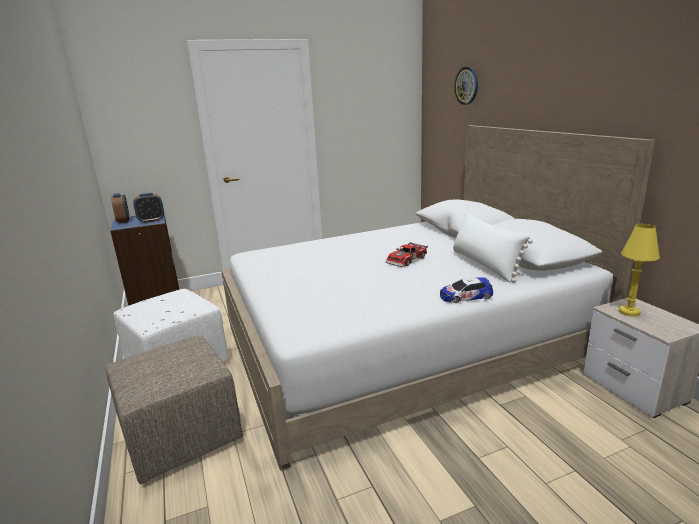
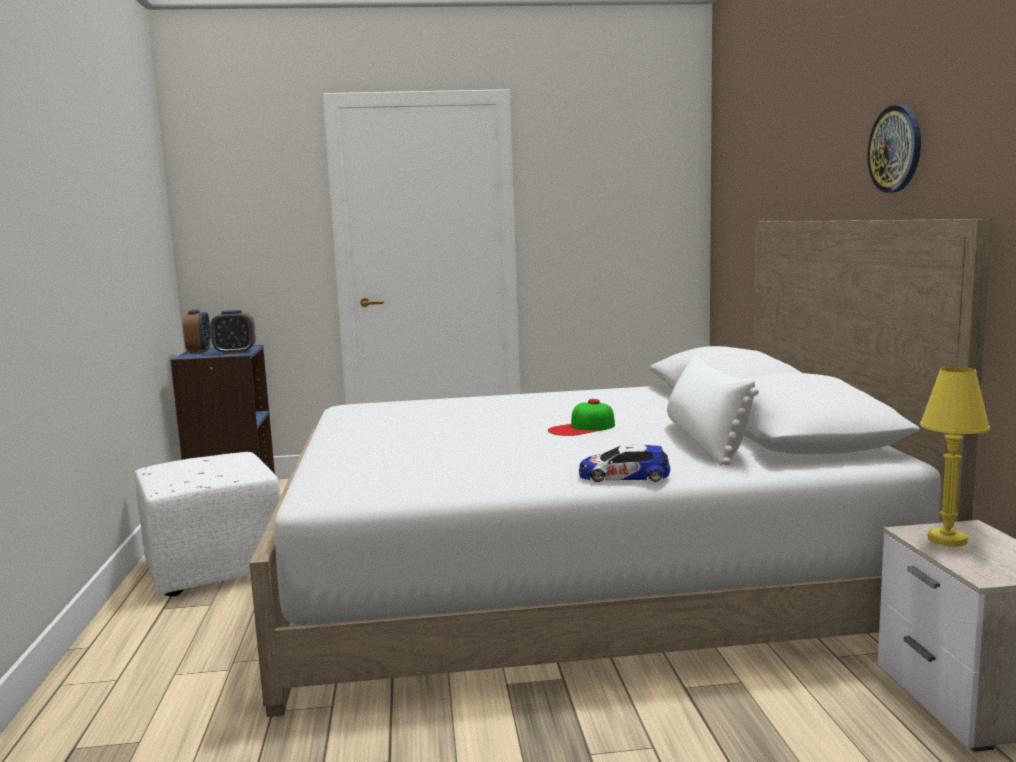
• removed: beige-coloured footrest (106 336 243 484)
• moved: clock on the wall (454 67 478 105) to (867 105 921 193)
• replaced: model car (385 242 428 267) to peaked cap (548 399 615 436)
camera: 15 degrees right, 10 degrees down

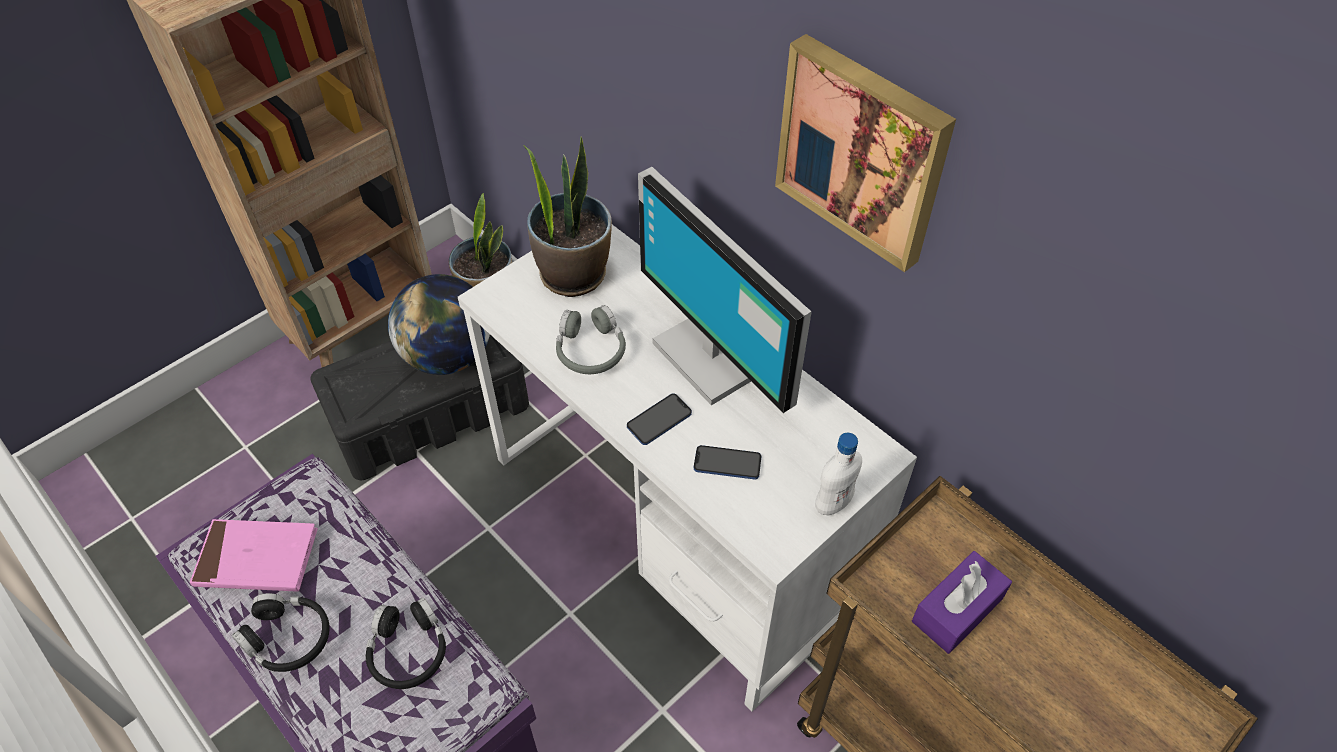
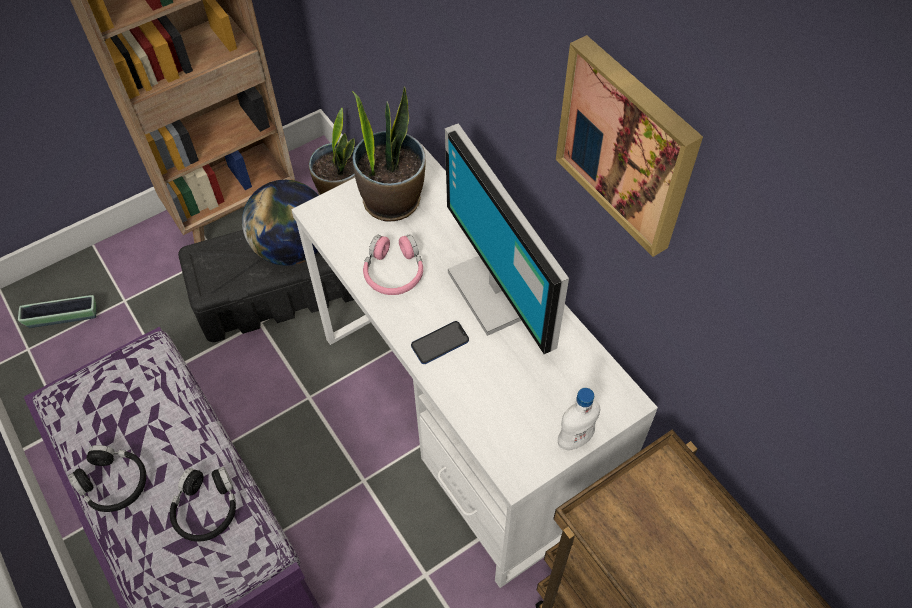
• removed: pinkish volume (190 519 318 592)
• removed: phone (694 445 762 480)
• removed: purple-coloured box of tissues (912 551 1012 654)
• added: planter (18 295 97 328)
• recoloured: grey pair of headphones (556 305 626 374) to pinkish pair of headphones (363 234 423 295)
camera: 10 degrees right, 5 degrees up

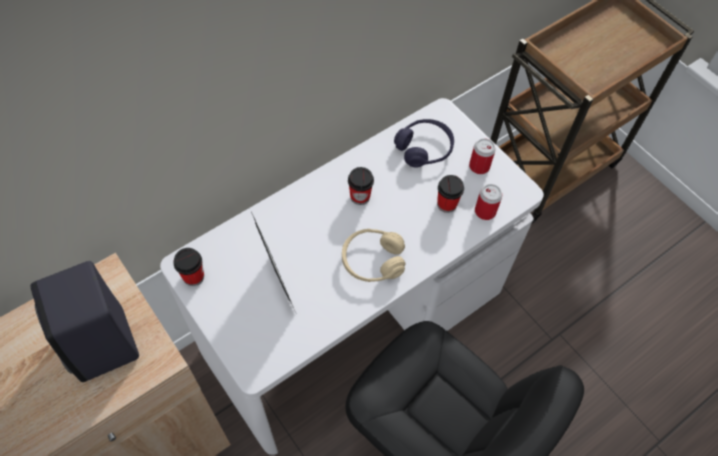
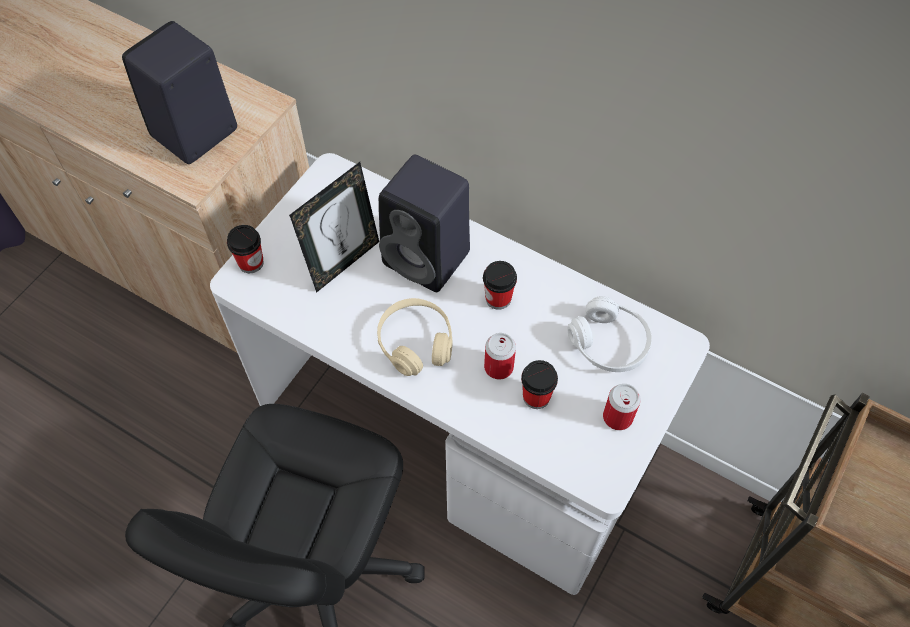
• added: blackish loudspeaker (379 155 470 292)
• moved: drinking cup (173 248 204 286) to (227 225 264 273)
• moved: sealed can (475 184 502 220) to (484 333 516 379)
• recoloured: purple-coloured pair of headphones (394 119 454 168) to white-coloured pair of headphones (567 296 652 372)
camera: 70 degrees right, 0 degrees up

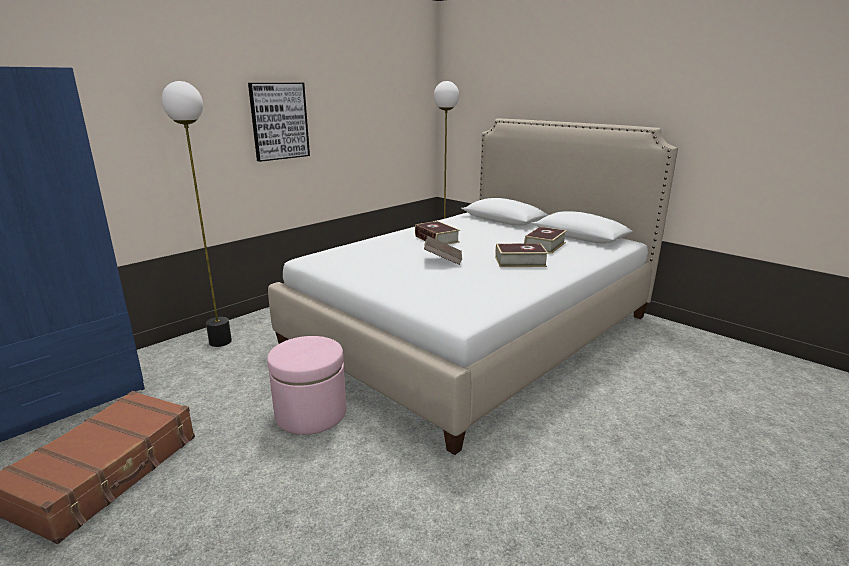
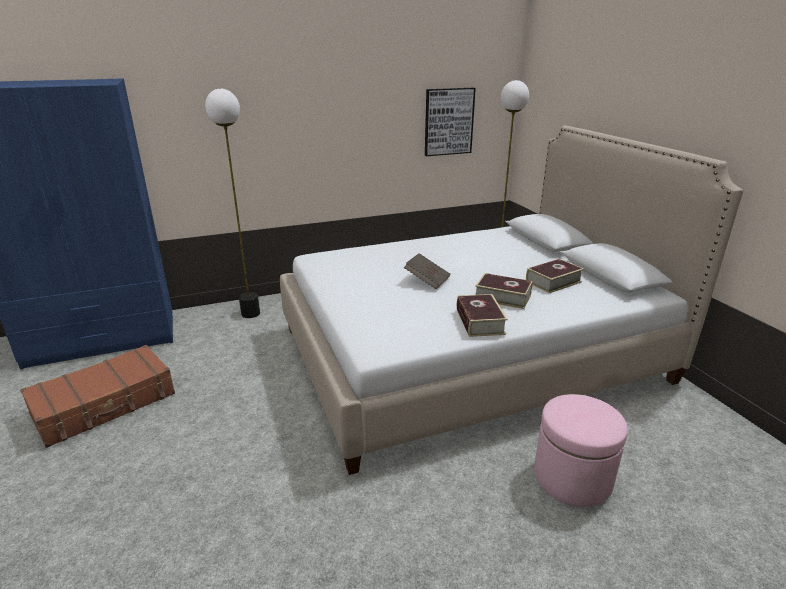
• moved: wall art (248 83 310 162) to (425 88 476 156)
• moved: pinkish footrest (267 336 346 435) to (534 394 628 507)
• moved: volume (415 221 460 245) to (457 294 508 337)
camera: 25 degrees right, 5 degrees up

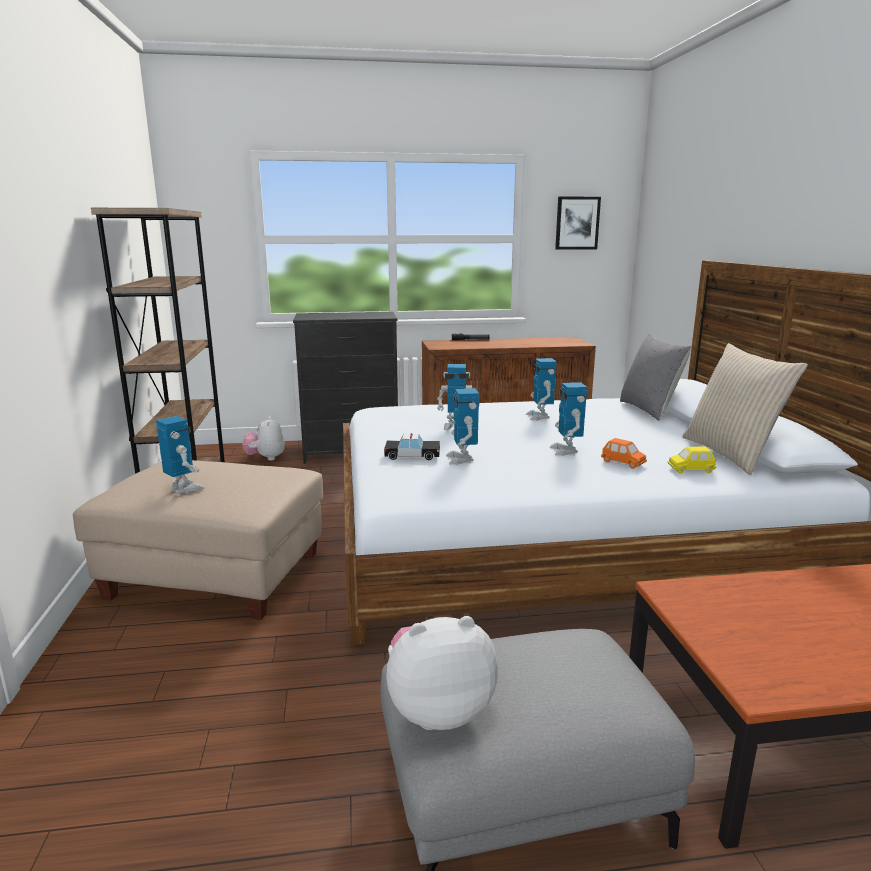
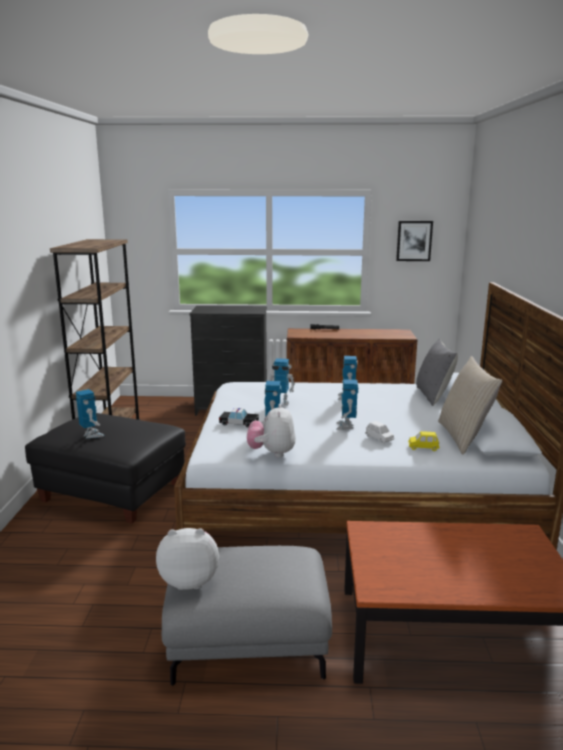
• moved: soft toy (242 416 285 461) to (247 404 296 457)
• recoloured: beige-coloured footrest (73 460 323 620) to blackish footrest (25 413 186 524)
• recoloured: orange model car (601 438 647 469) to white-coloured model car (365 421 395 444)
camera: 10 degrees right, 0 degrees up

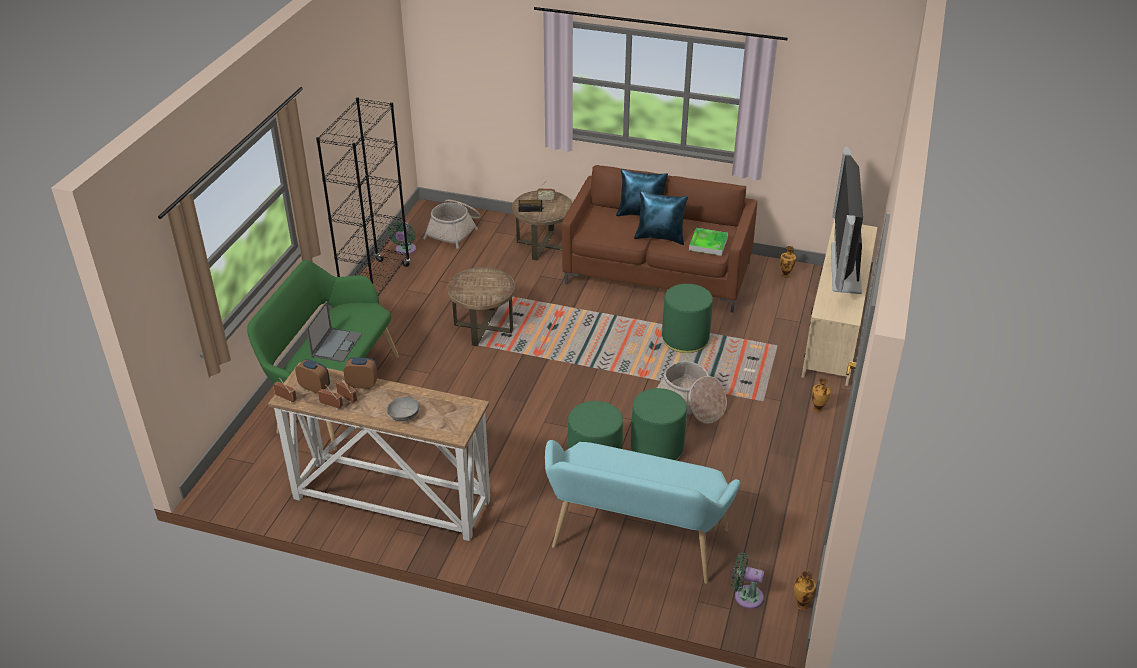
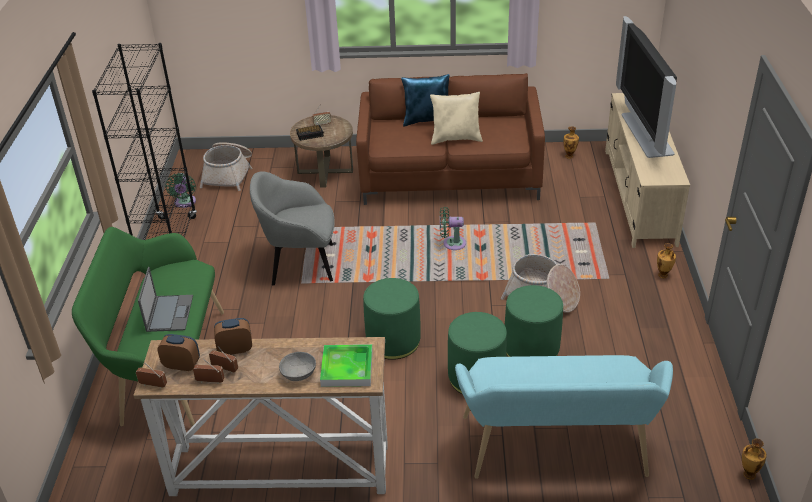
• moved: greenish footrest (662 284 713 353) to (363 278 421 360)
• moved: serving tray (689 228 728 256) to (320 344 373 387)
• moved: greenish cooling fan (731 552 764 609) to (440 207 466 250)
• replaced: brown accent table (448 267 515 346) to grey lounge chair (250 171 335 285)
• recoloured: blue-coloured throw pillow (634 190 688 245) to beige-coloured throw pillow (430 92 483 145)
camera: 15 degrees left, 0 degrees up

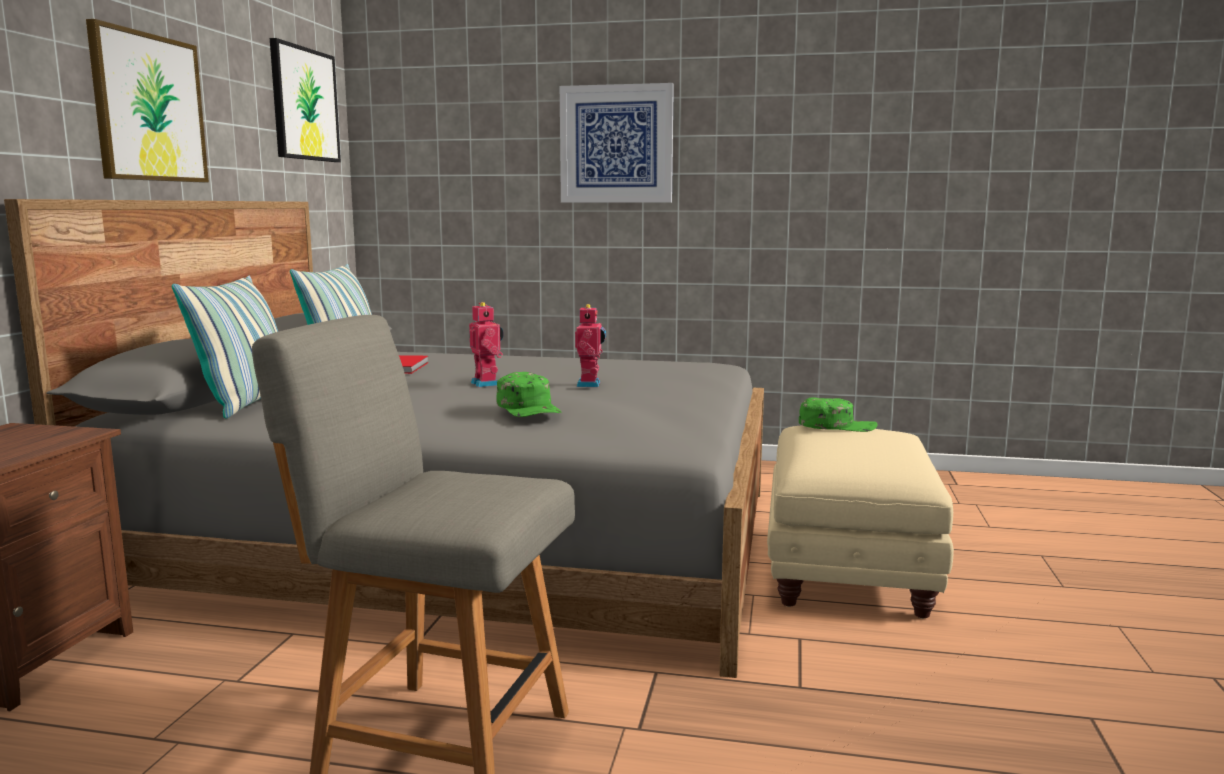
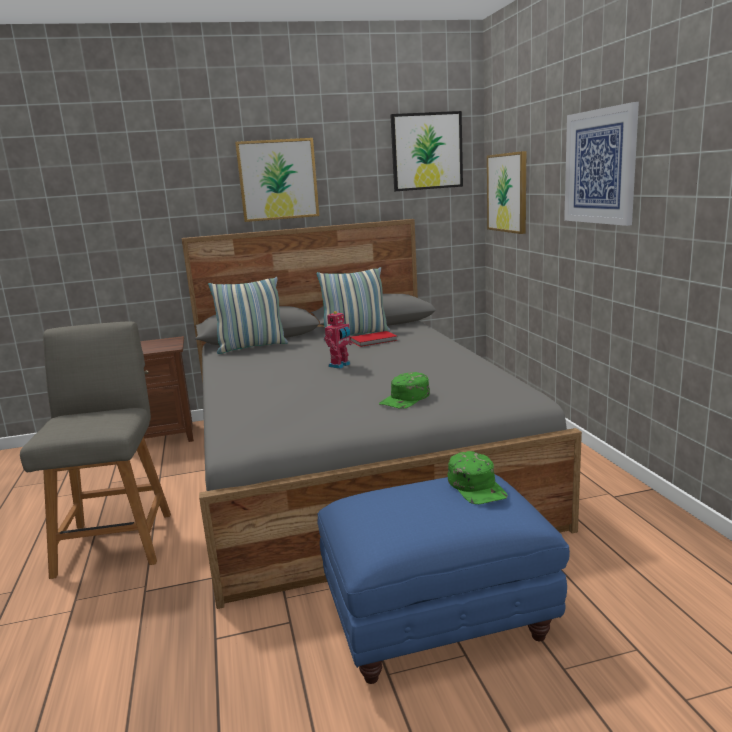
• removed: toy robot (575 304 606 387)
• added: wall art (487 151 526 234)
• moved: greenish peaked cap (496 372 562 417) to (379 372 430 409)
• recoloured: beige-coloured footrest (767 426 954 619) to blue-coloured footrest (317 474 570 684)
camera: 65 degrees right, 5 degrees up

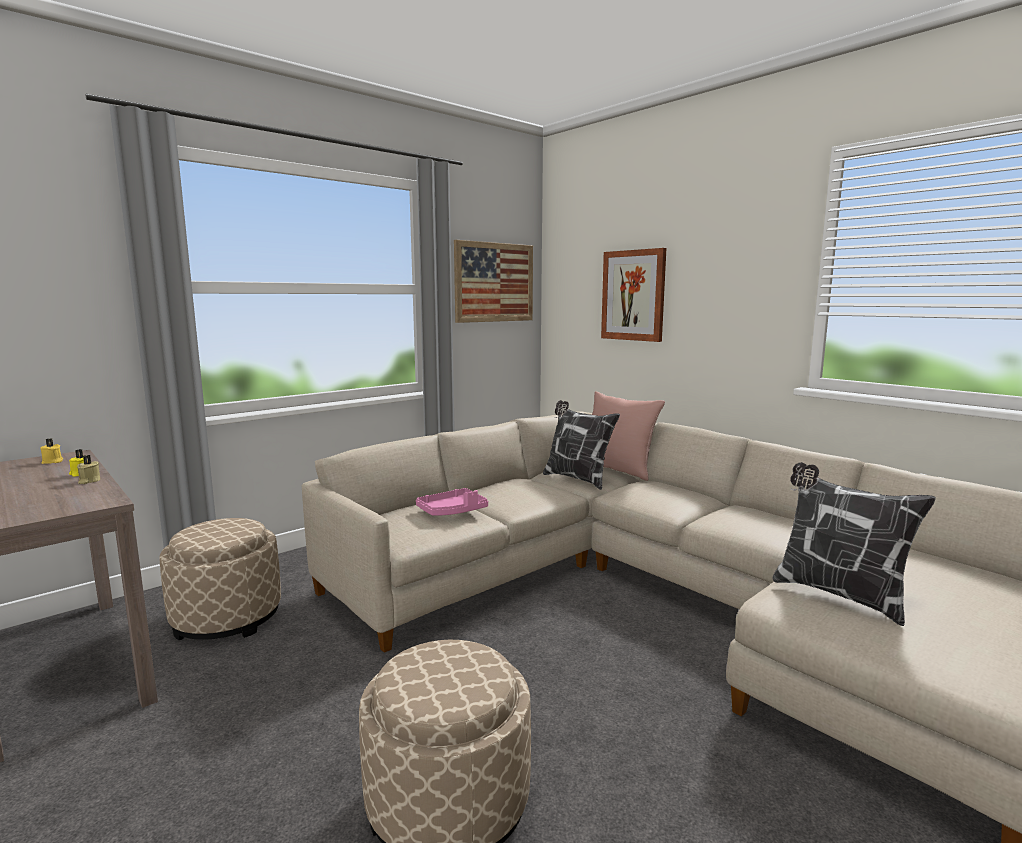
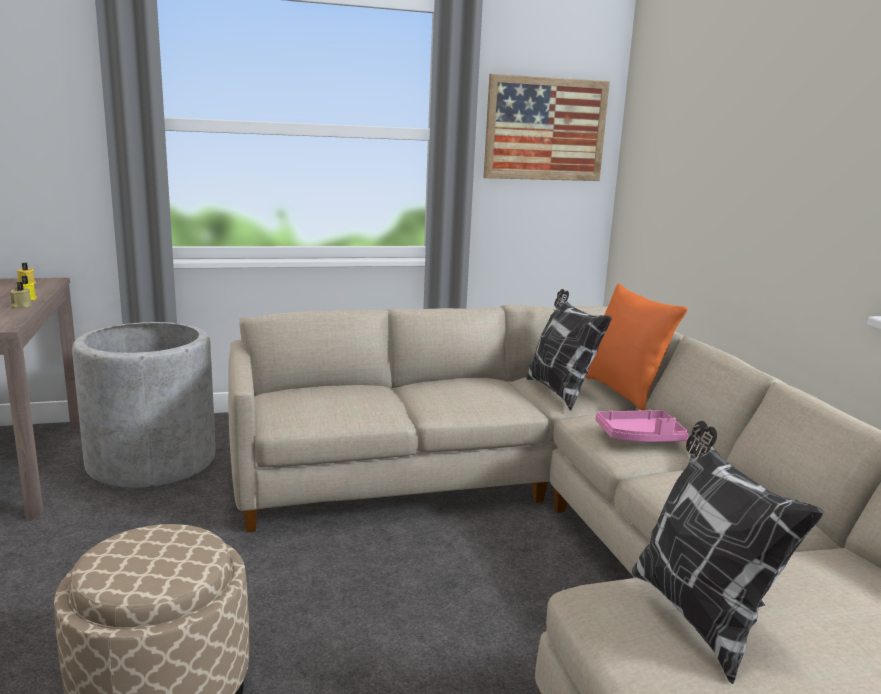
• removed: wall art (601 248 666 342)
• moved: pinkish serving tray (416 488 488 516) to (596 410 689 442)
• replaced: beige-coloured footrest (159 518 281 641) to grey planter (72 322 216 488)
• recoloured: pinkish throw pillow (592 391 665 481) to orange throw pillow (585 283 688 411)
camera: 25 degrees right, 5 degrees up

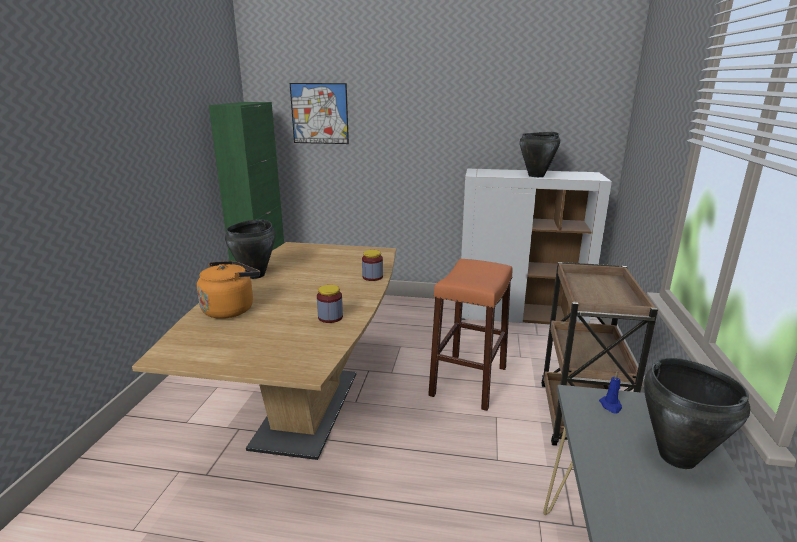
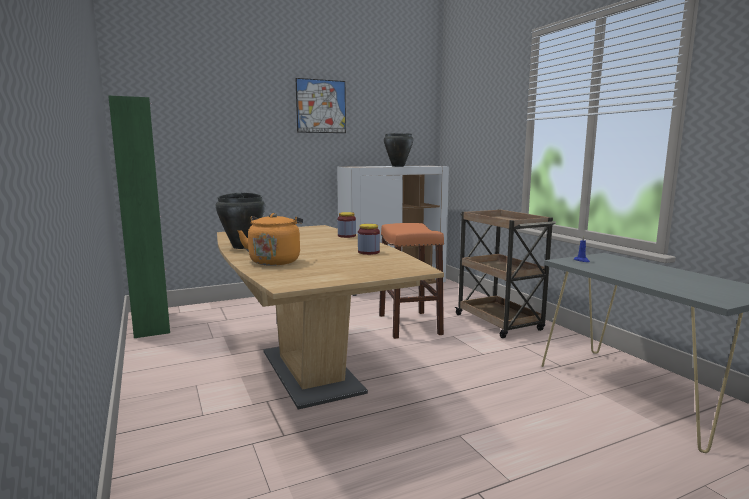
• removed: blackish stockpot (644 358 750 469)
• moved: wall art (290 83 349 144) to (295 78 346 133)
camera: 35 degrees left, 10 degrees down

